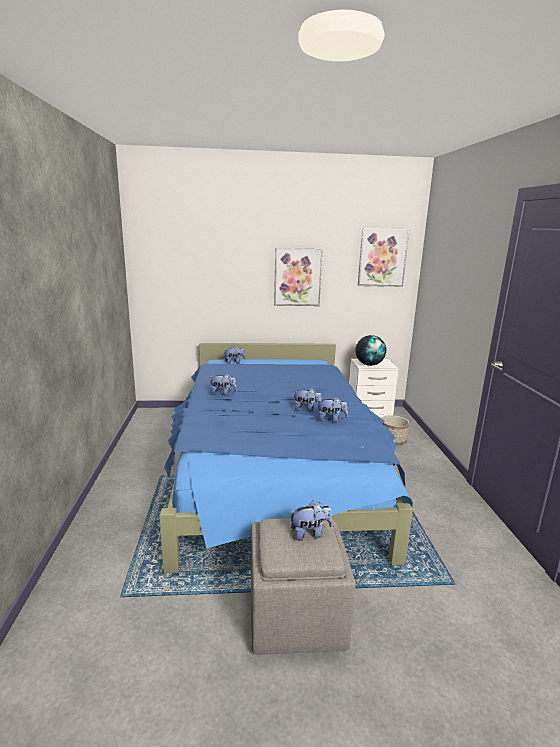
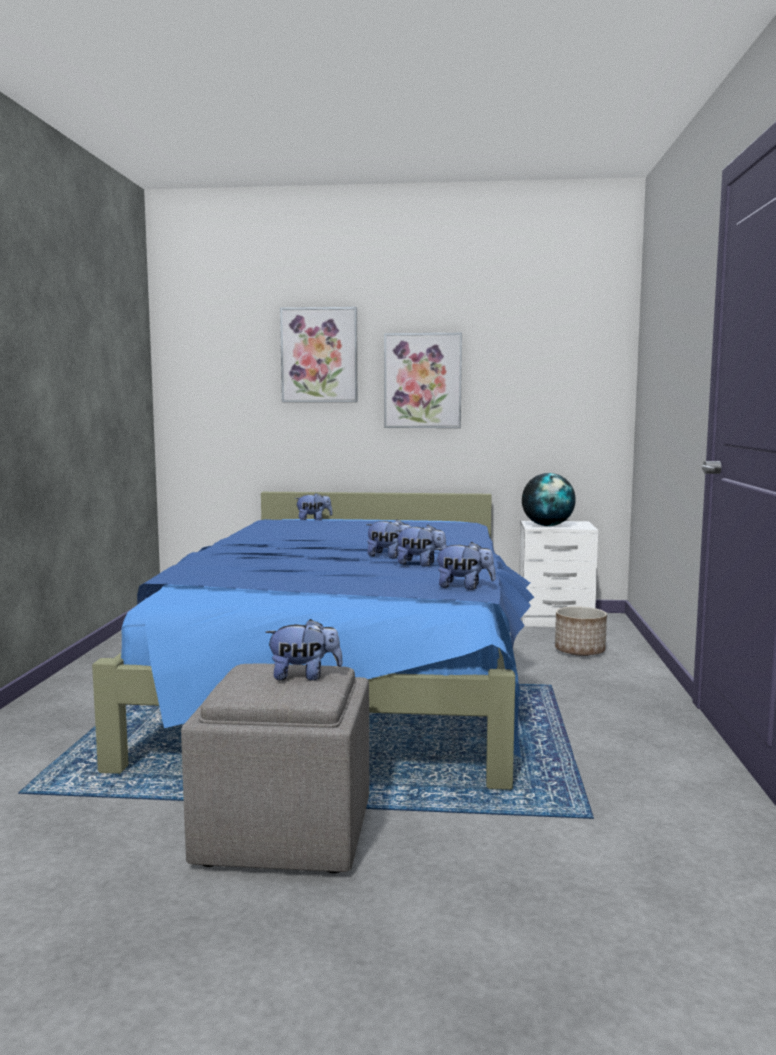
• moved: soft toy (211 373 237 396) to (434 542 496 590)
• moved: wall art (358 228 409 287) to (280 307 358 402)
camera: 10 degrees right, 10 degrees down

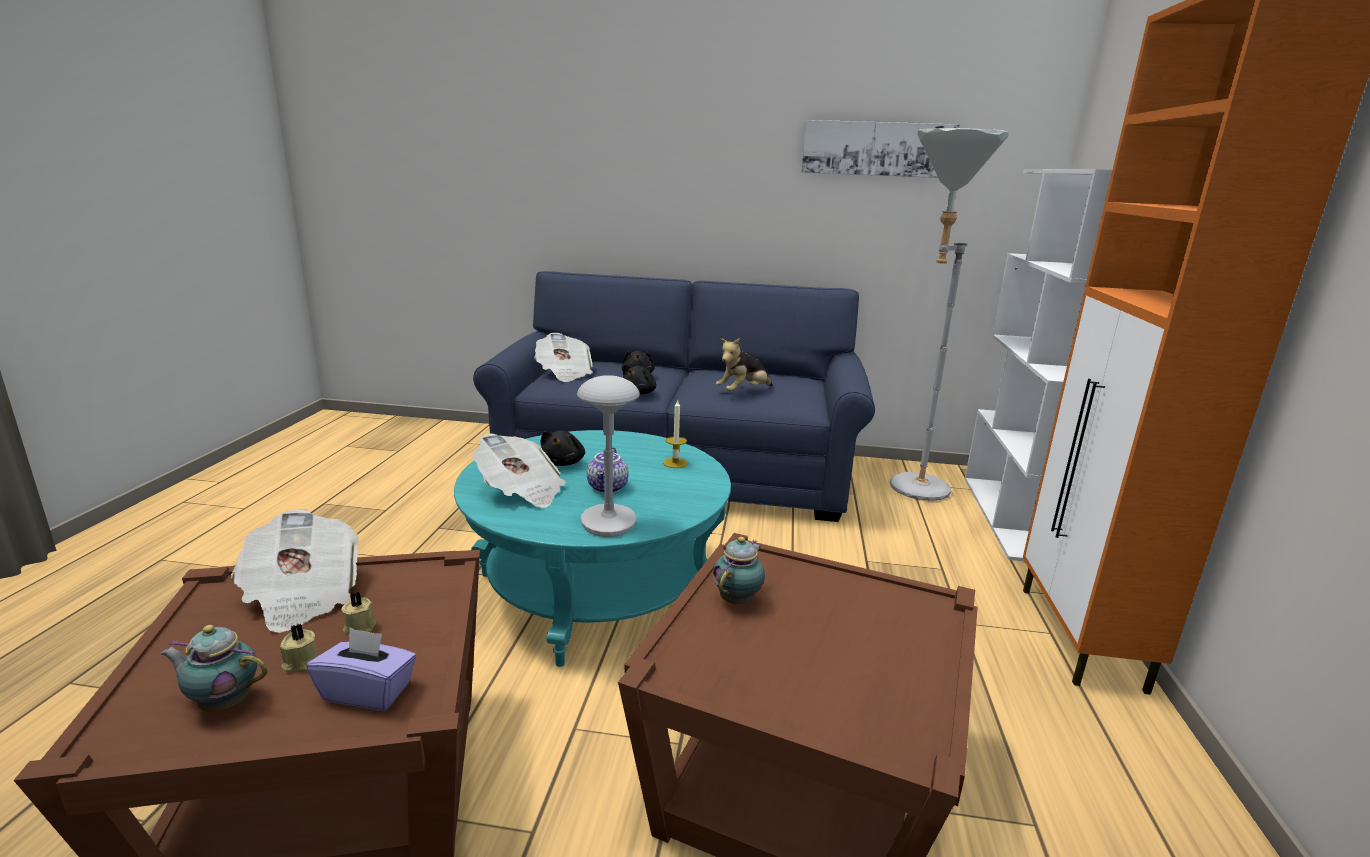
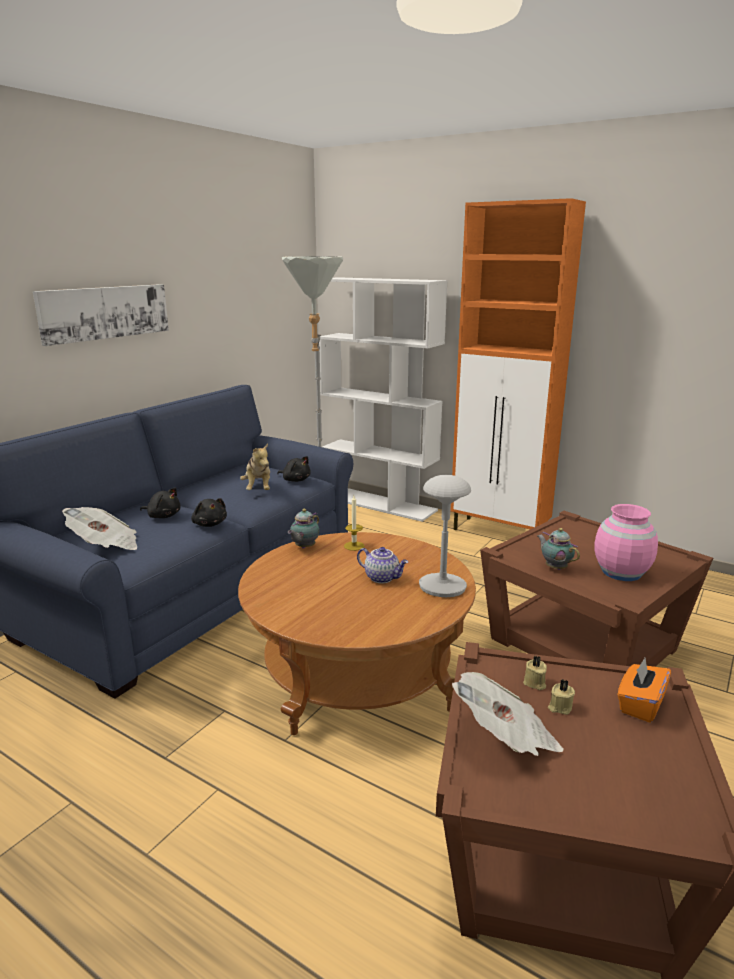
• removed: printed paper (472 434 566 508)
• added: pinkish flower vase (594 504 658 581)
• moved: pot for tea (160 625 268 712) to (288 509 319 549)
• moved: beige-coloured wax candle (280 623 318 672) to (523 656 547 690)
• moved: blackish soft toy (541 430 585 466) to (277 456 311 482)
• moved: wall art (802 120 960 178) to (33 284 169 346)
• recoloured: purple-coloured box of tissues (307 628 416 711) to orange box of tissues (617 658 671 723)
• recoloured: turquoise lounge table (454 430 731 667) to brown lounge table (238 532 476 735)
camera: 65 degrees left, 0 degrees up

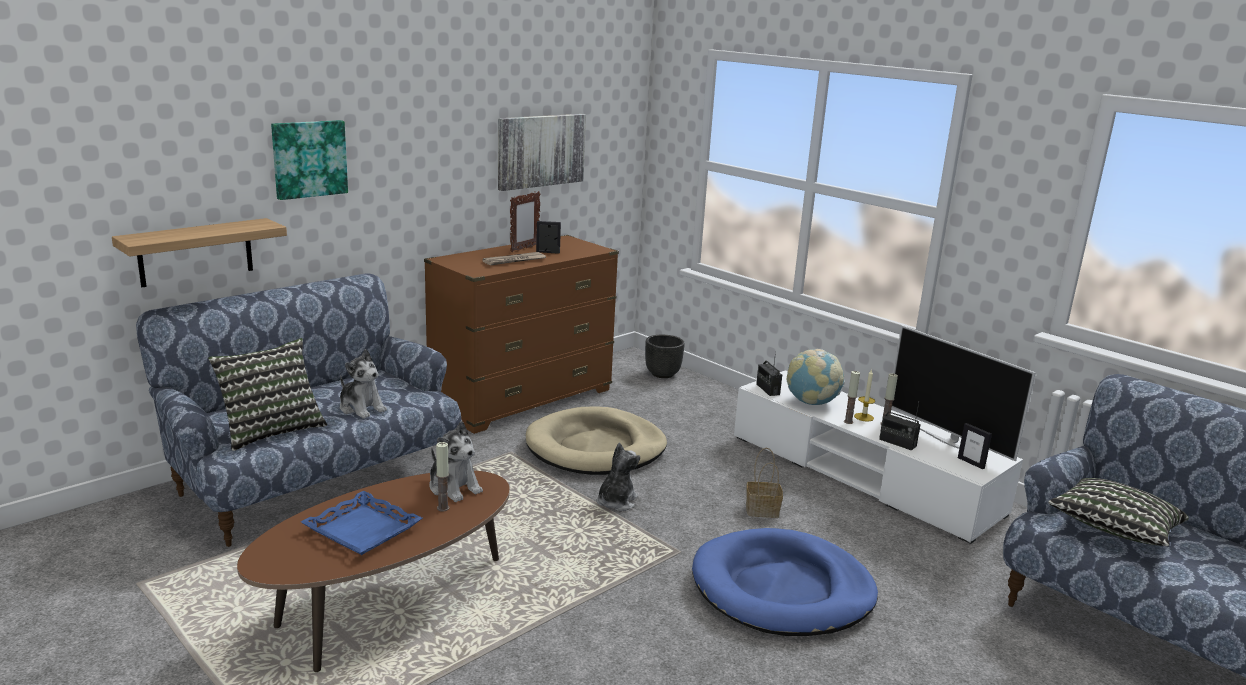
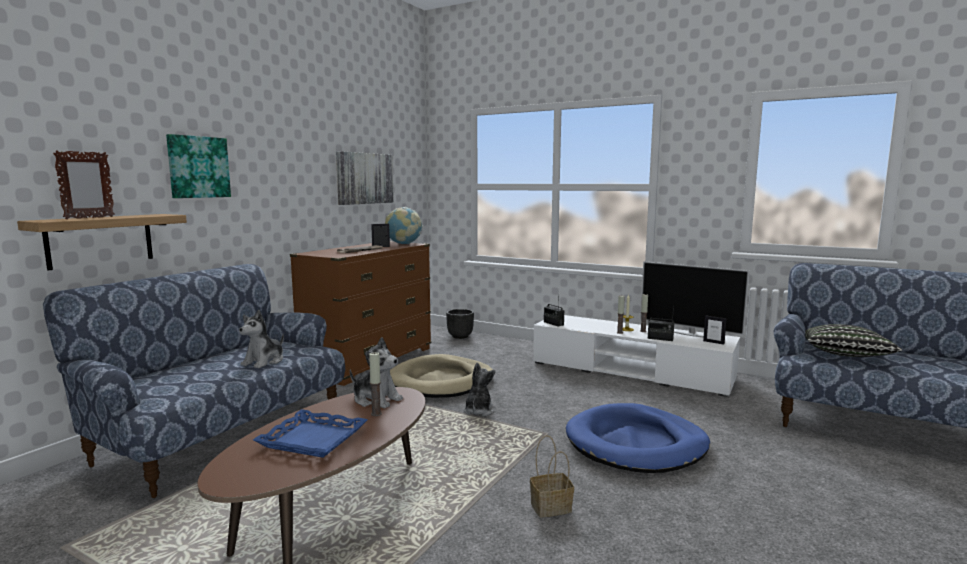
• removed: throw pillow (208 338 327 451)
• moved: picture frame (510 191 541 252) to (53 150 115 219)
• moved: basket (746 448 783 518) to (530 435 574 517)
• moved: desk globe (787 349 845 405) to (385 207 423 244)
• turned: soft toy (340 349 387 419) = (239 310 284 368) 90 degrees clockwise
camera: 15 degrees left, 10 degrees down

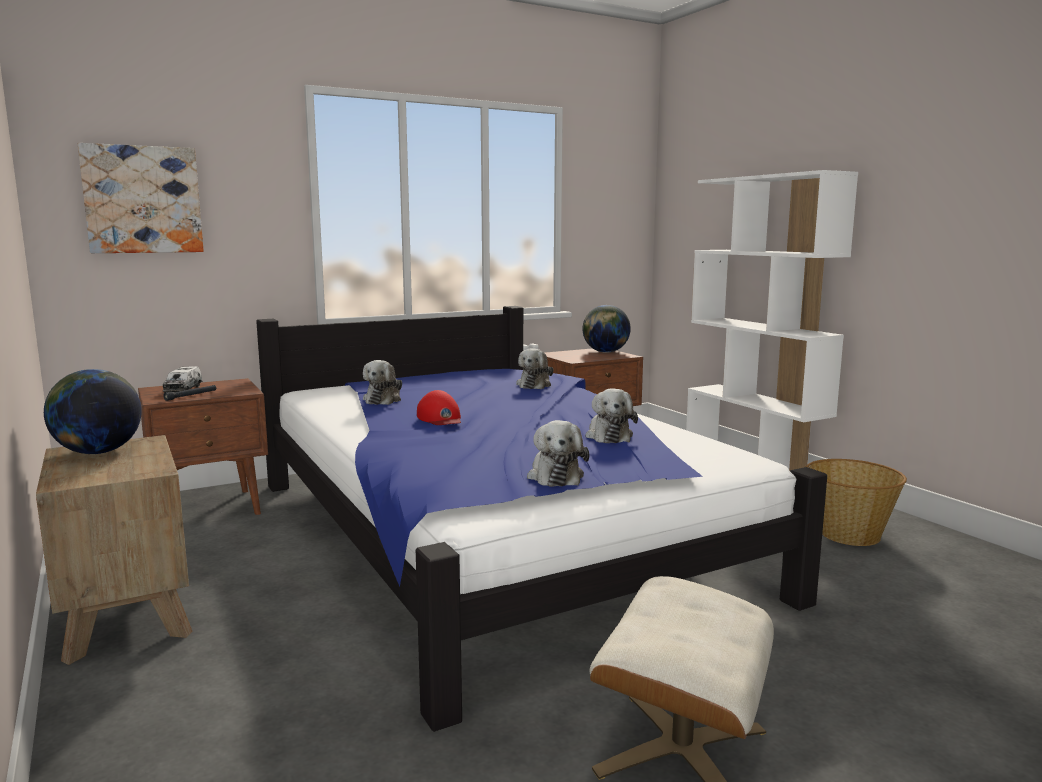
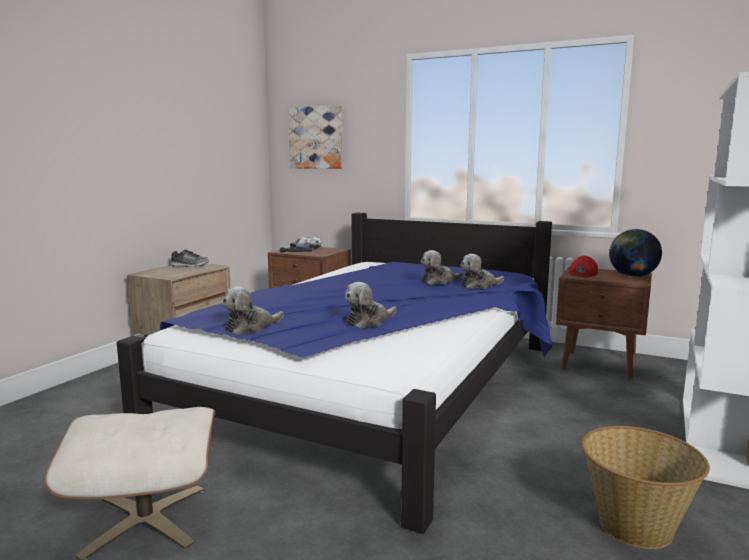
• moved: soft toy (363 360 402 405) to (421 250 463 285)
• moved: reddish peaked cap (417 390 461 425) to (569 256 598 277)
• replaced: desk globe (44 369 142 454) to item of footwear (170 249 209 267)
camera: 55 degrees right, 0 degrees up

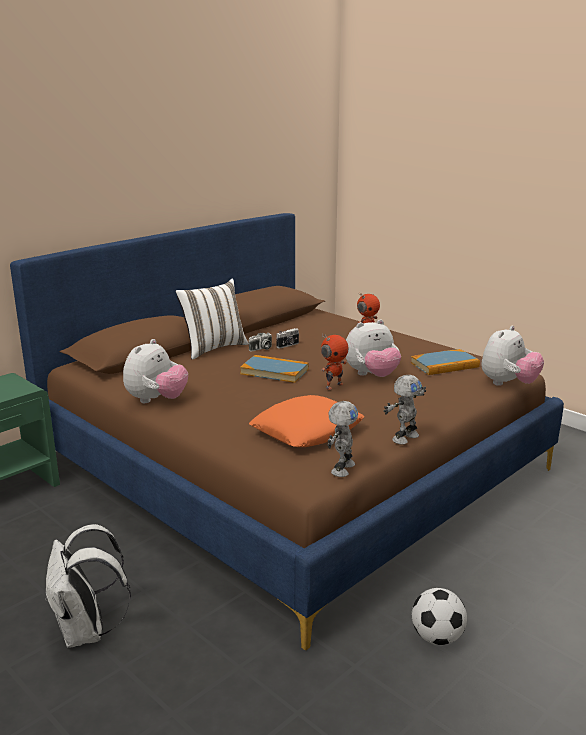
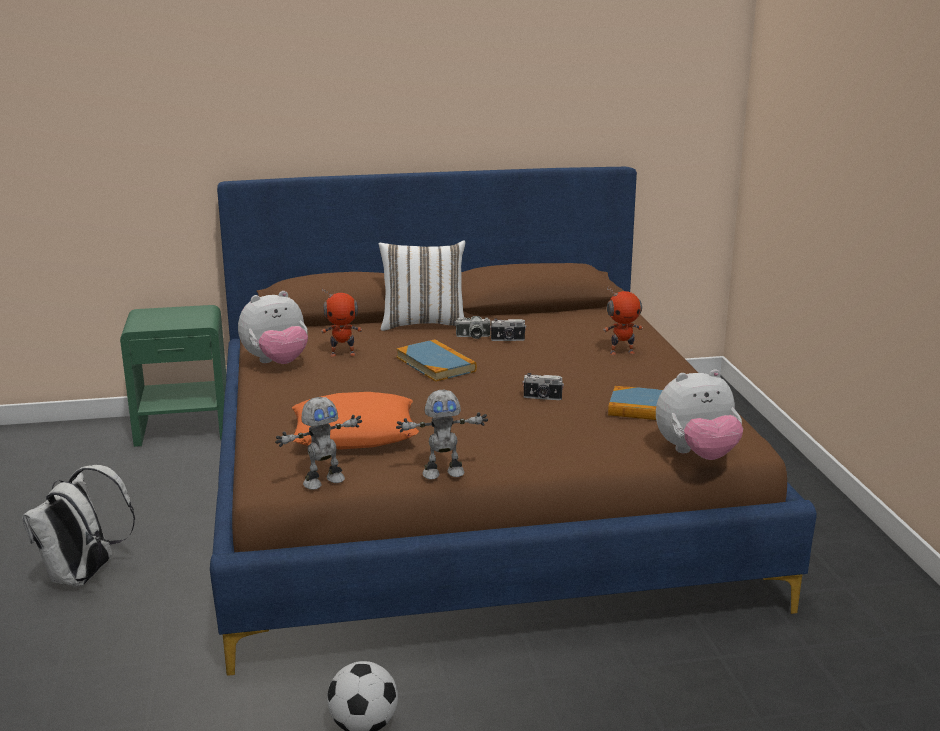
• moved: toy robot (321 334 349 390) to (321 289 362 357)
• replaced: soft toy (346 319 401 377) to still camera (523 373 564 400)
camera: 35 degrees right, 0 degrees up

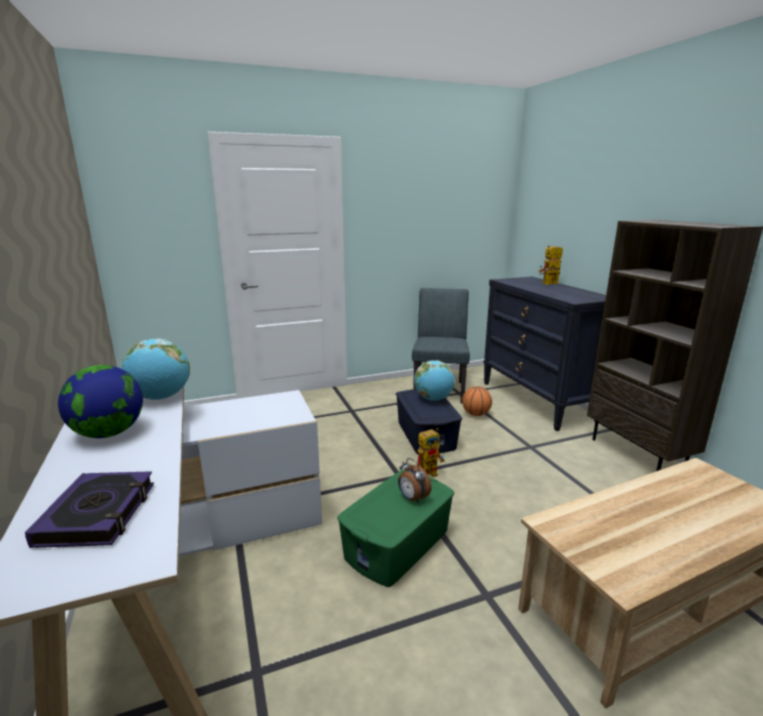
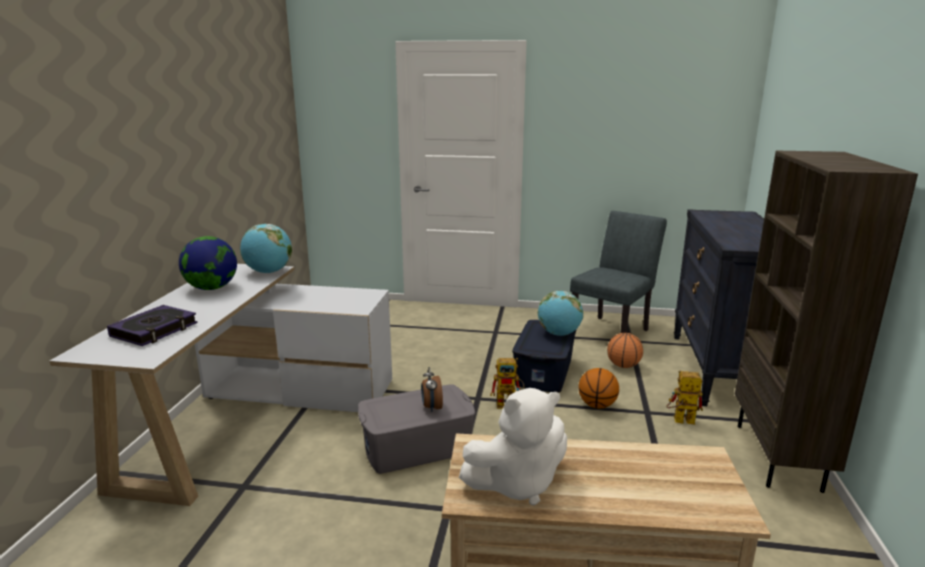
• added: white-coloured soft toy (459 388 567 506)
• added: ball for basketball (578 368 619 408)
• moved: toy robot (539 245 563 285) to (666 371 703 425)
• recoloured: greenish storage container (337 470 454 587) to grey storage container (358 384 475 474)
camera: 30 degrees right, 0 degrees up

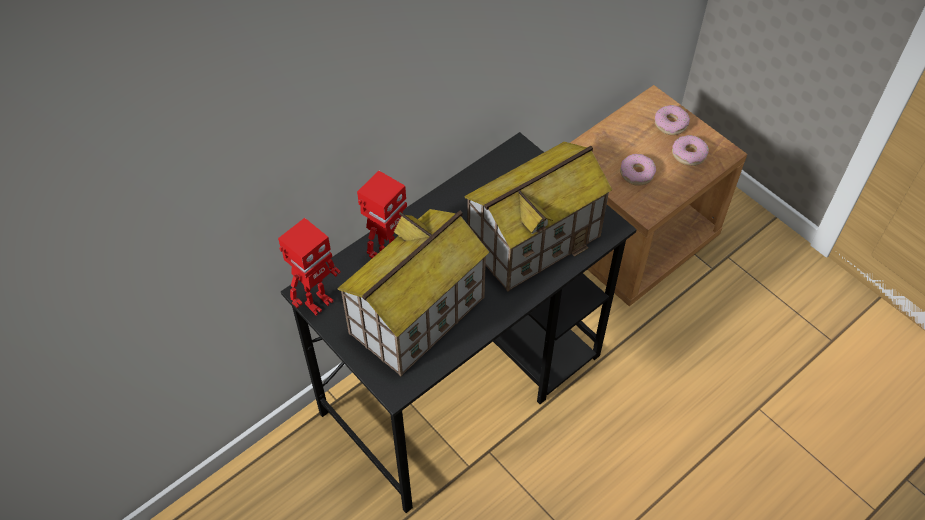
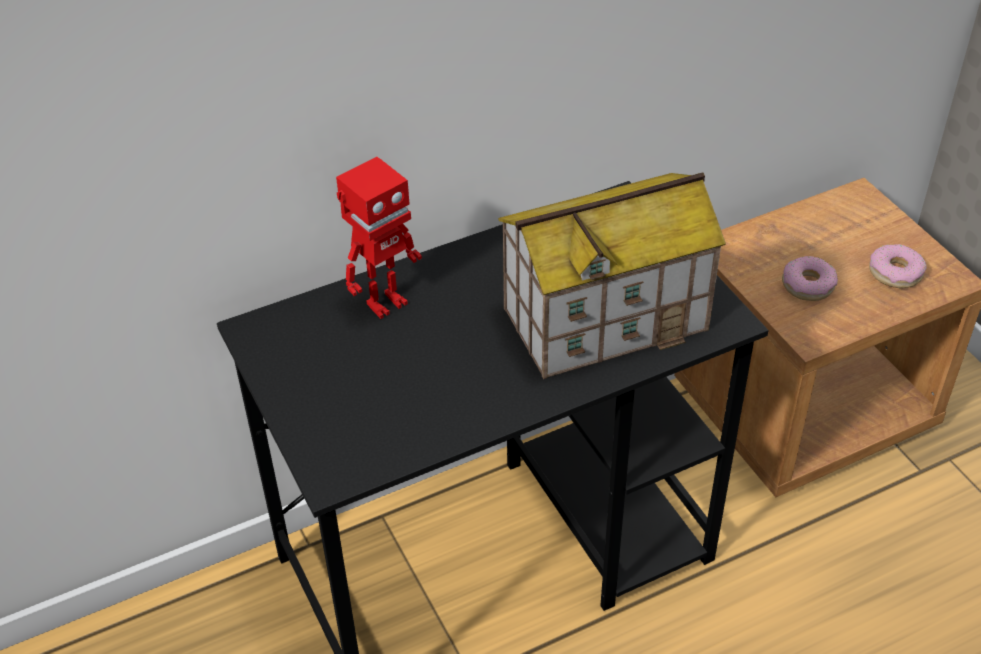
• removed: toy robot (278 218 341 316)
• removed: miniature house (337 209 489 376)
• removed: doughnut (655 105 690 135)
camera: 15 degrees right, 10 degrees down

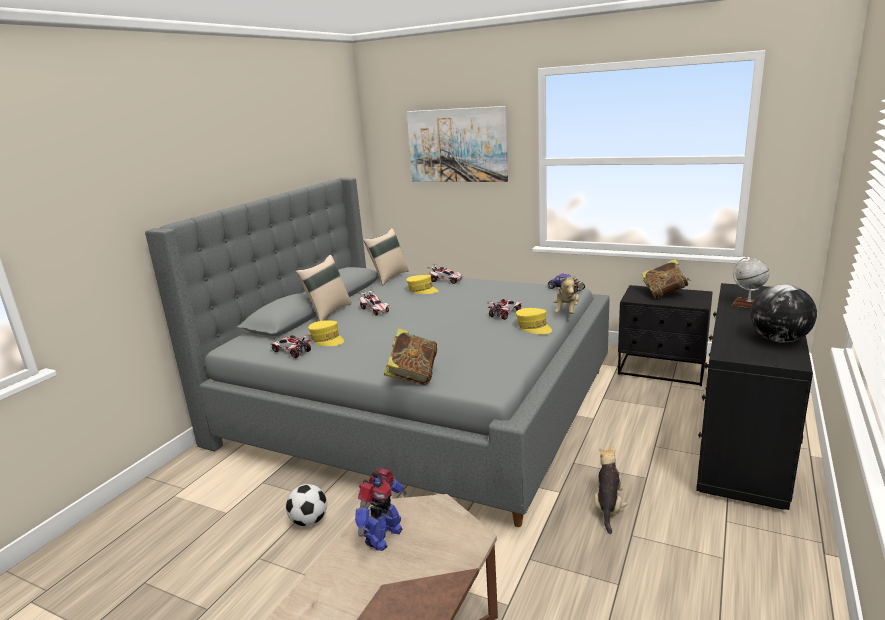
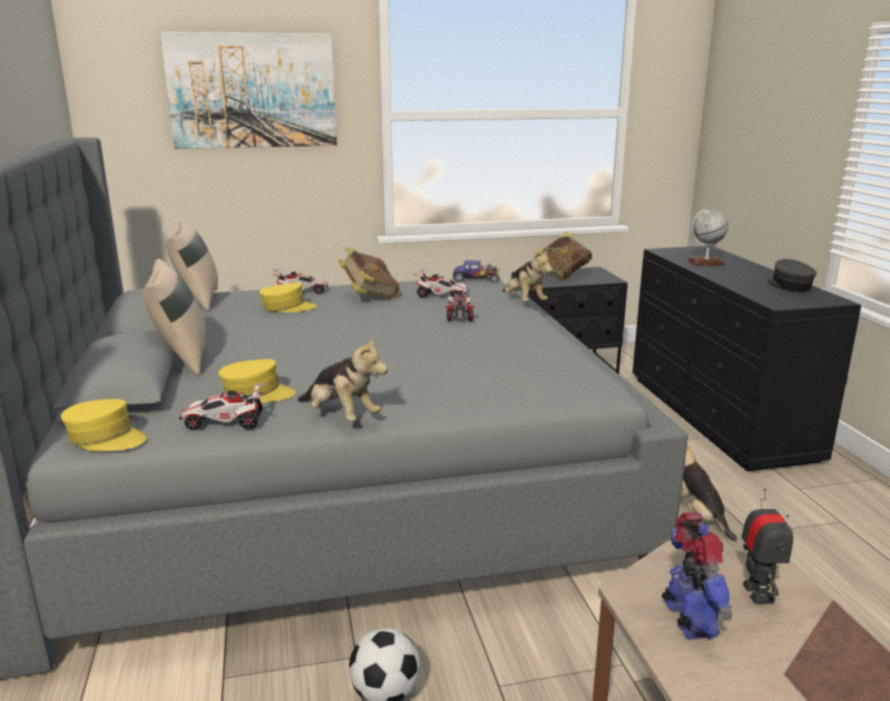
• added: soft toy (298 336 388 421)
• added: toy robot (741 488 793 605)
• moved: model car (358 288 389 316) to (413 269 470 298)
• moved: volume (384 328 437 385) to (338 247 399 299)
• moved: yellowish peaked cap (516 308 552 334) to (61 399 147 452)
• replaced: desk globe (751 285 817 343) to grey peaked cap (767 259 817 292)
camera: 40 degrees left, 0 degrees up

